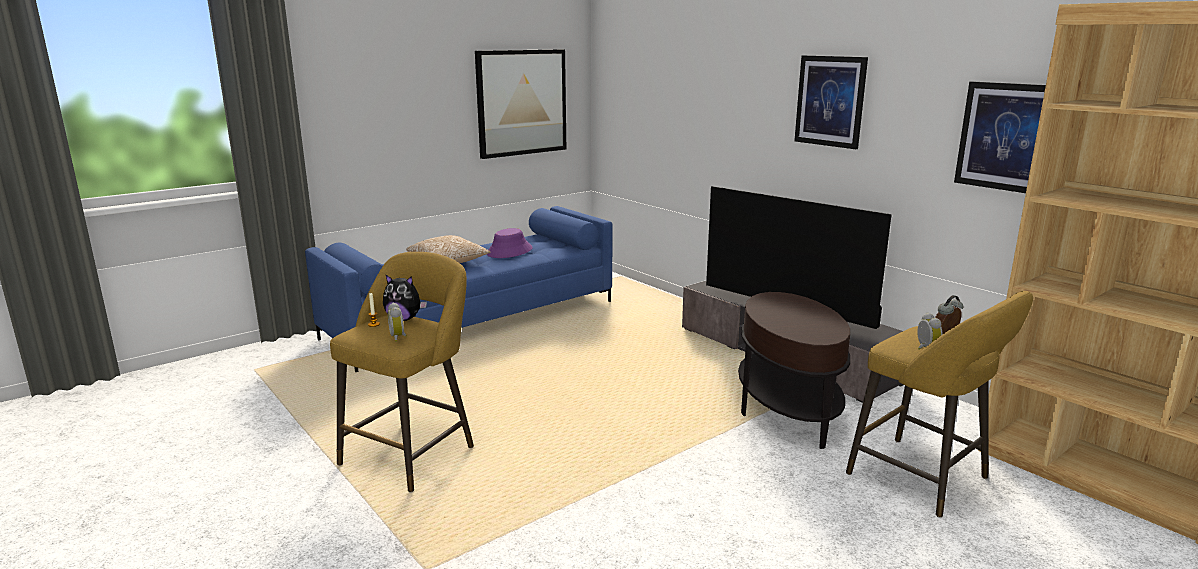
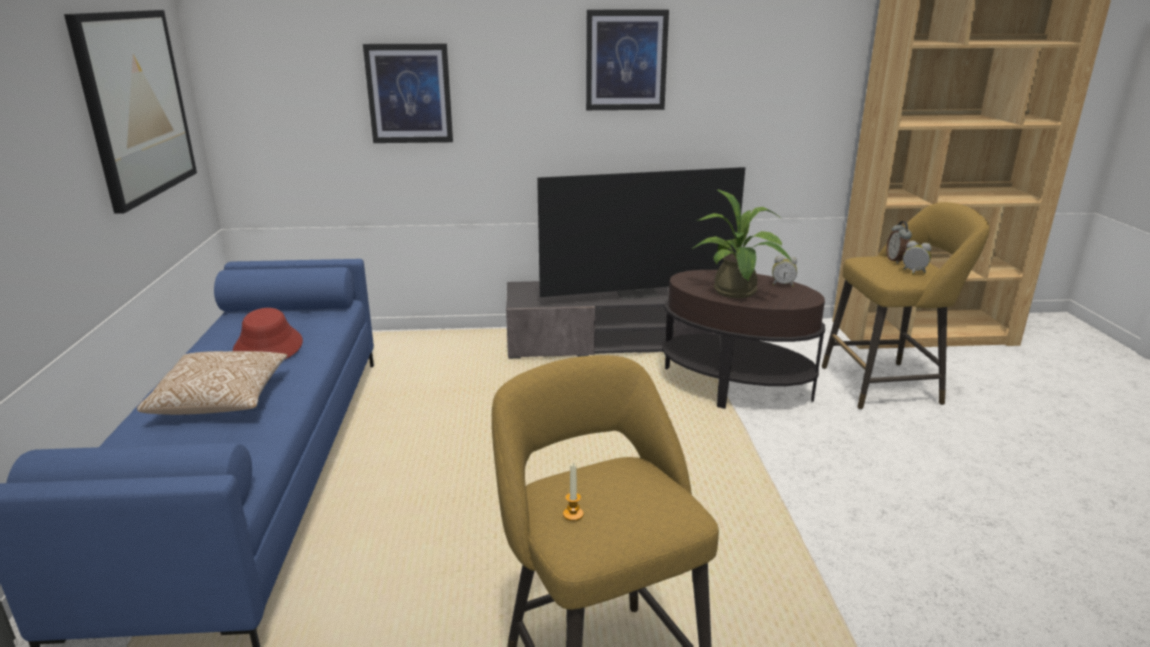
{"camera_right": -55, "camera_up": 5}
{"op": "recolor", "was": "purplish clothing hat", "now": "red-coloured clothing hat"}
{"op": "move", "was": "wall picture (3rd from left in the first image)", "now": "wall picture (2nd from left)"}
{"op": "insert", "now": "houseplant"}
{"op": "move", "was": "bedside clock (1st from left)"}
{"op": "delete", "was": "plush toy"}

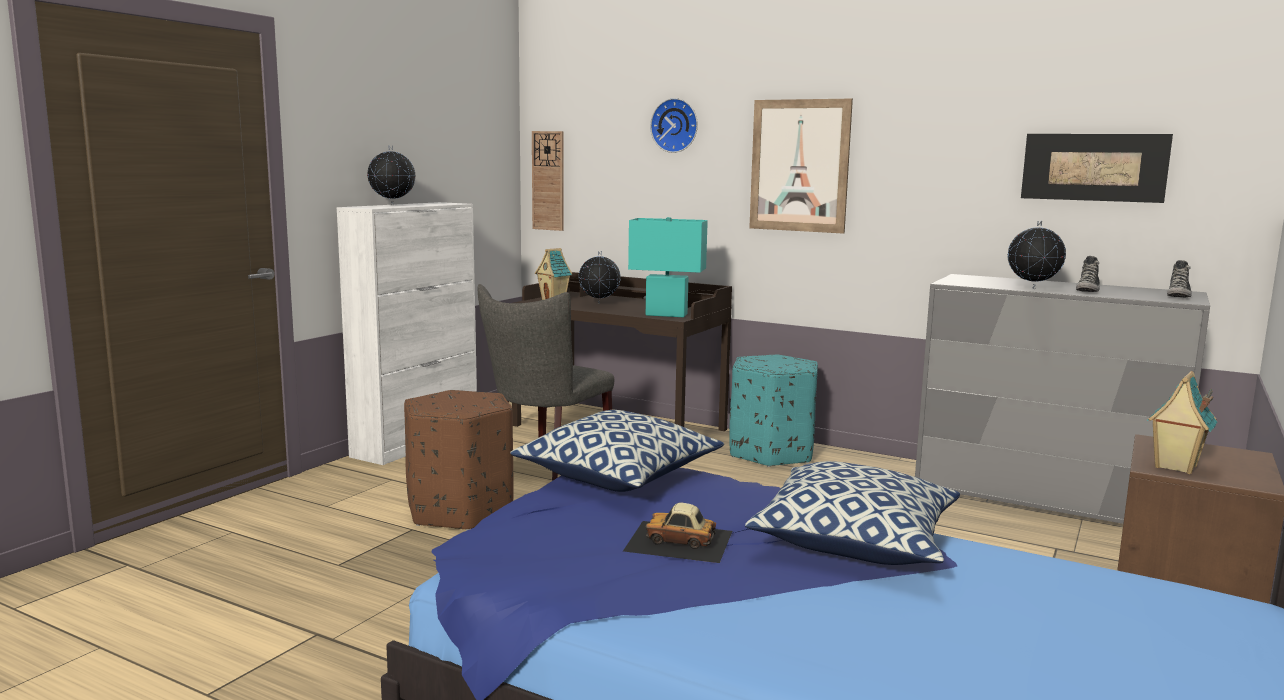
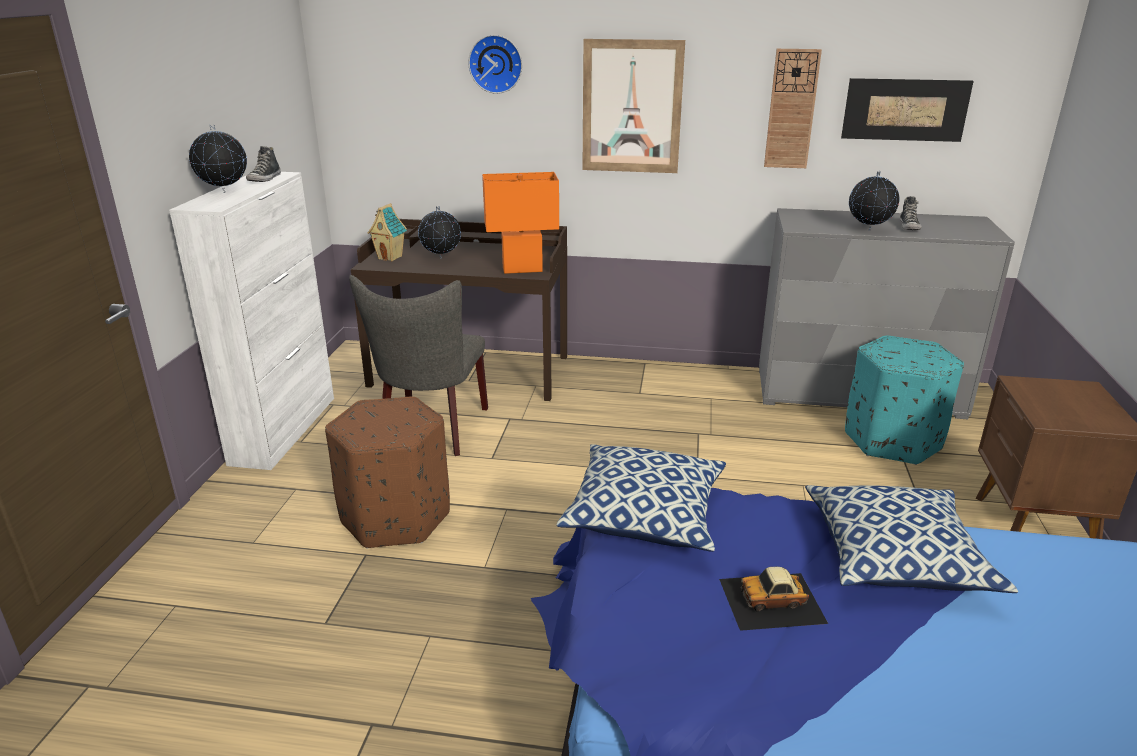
{"camera_right": -20, "camera_up": 15}
{"op": "move", "was": "item of footwear (2nd from left in the first image)", "now": "item of footwear (1st from left)"}
{"op": "recolor", "was": "blue-green lamp for a table", "now": "orange-coloured lamp for a table"}
{"op": "move", "was": "clock on the wall (1st from left in the first image)", "now": "clock on the wall (2nd from left)"}
{"op": "move", "was": "blue-green pouffe"}
{"op": "delete", "was": "model house (2nd from left)"}

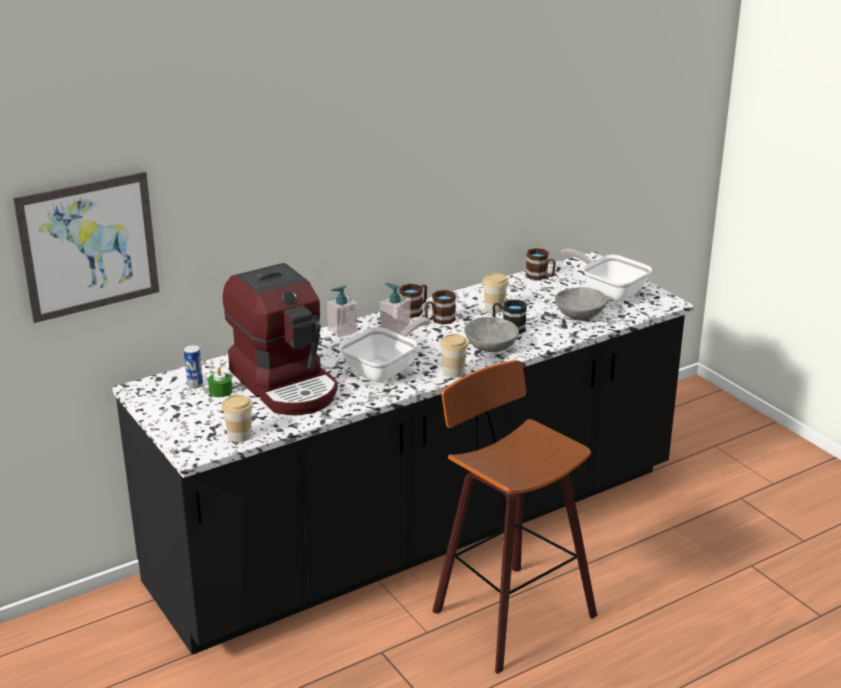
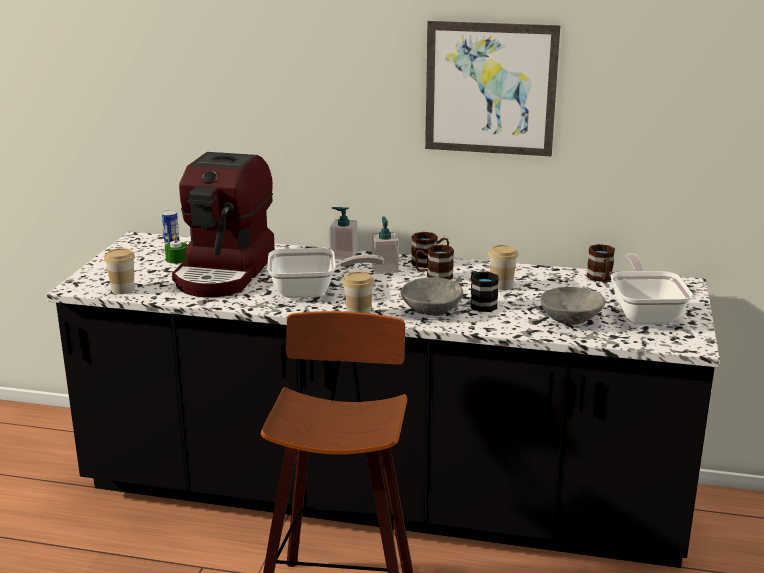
{"camera_right": 45, "camera_up": -5}
{"op": "move", "was": "wall picture"}

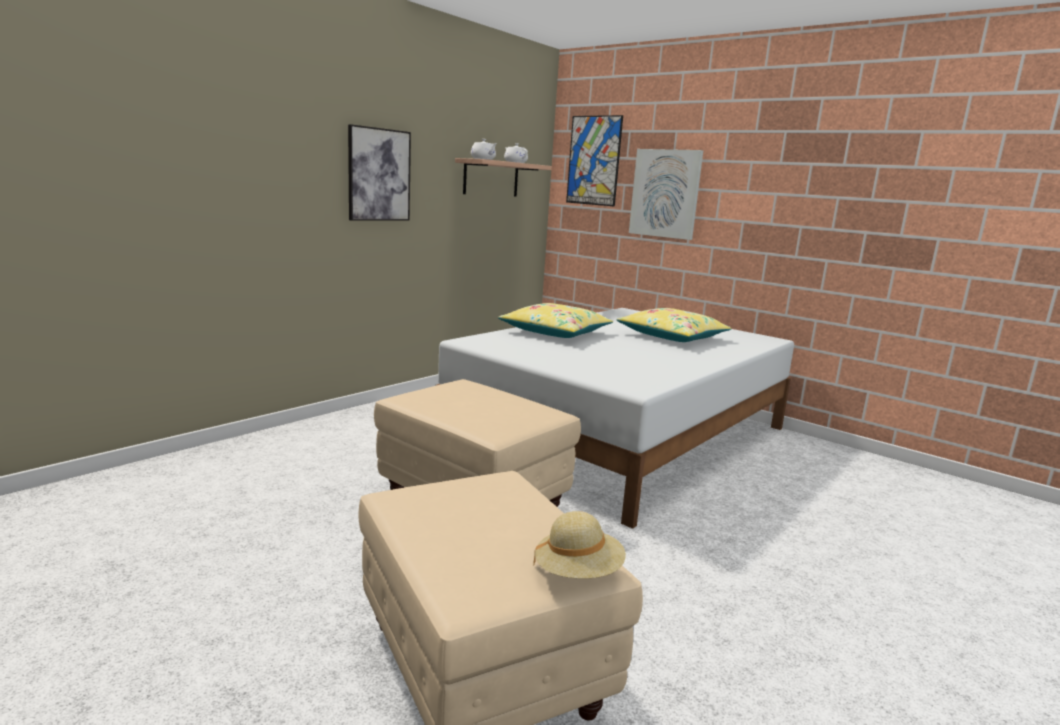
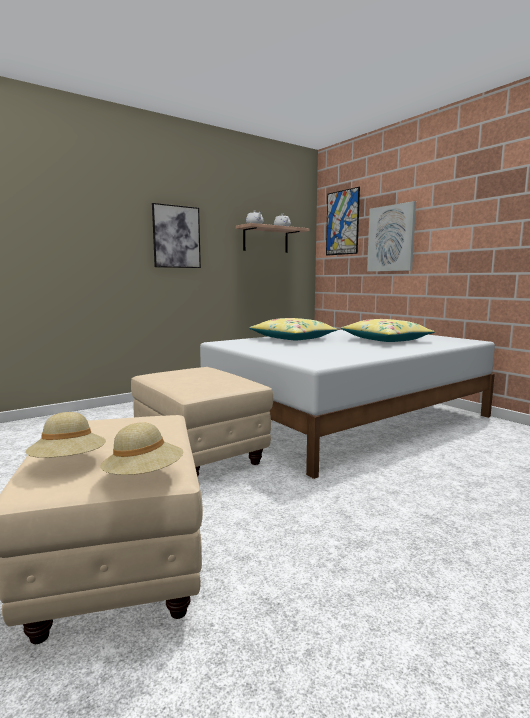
{"camera_right": 15, "camera_up": -5}
{"op": "insert", "now": "beige-coloured clothing hat (1st from left)"}

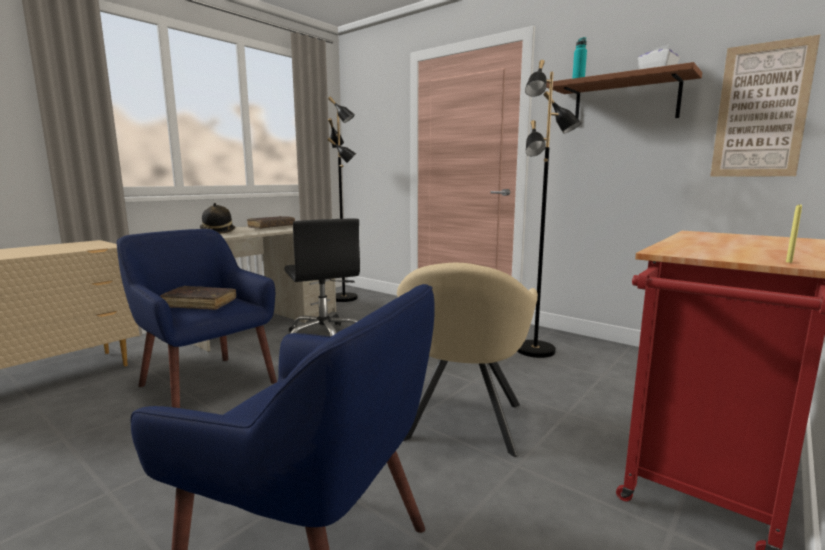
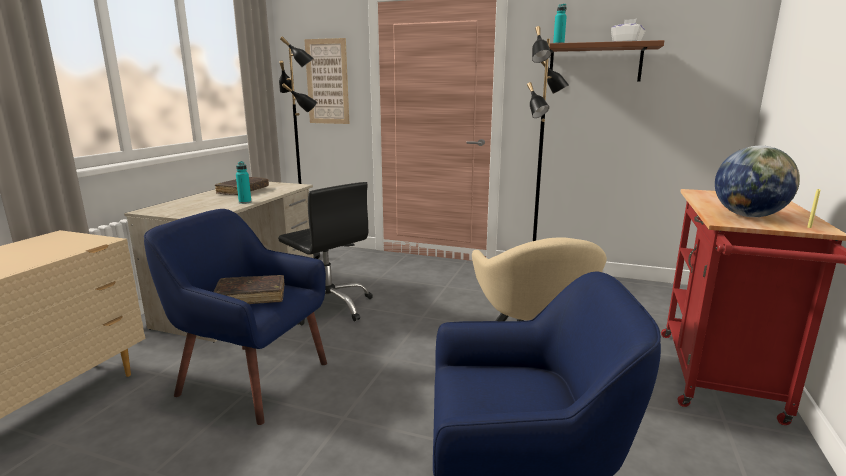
{"camera_right": -20, "camera_up": 5}
{"op": "insert", "now": "blue-green beverage bottle (1st from left)"}
{"op": "move", "was": "wall picture"}
{"op": "insert", "now": "world globe"}
{"op": "delete", "was": "clothing hat"}

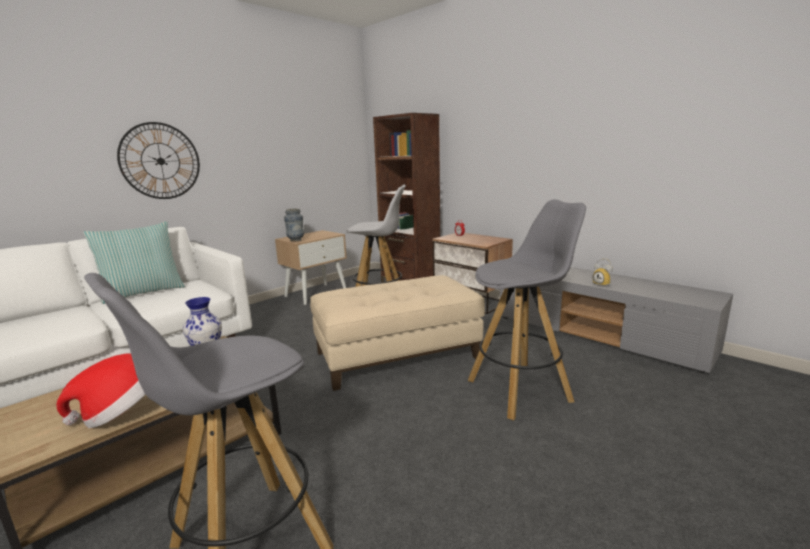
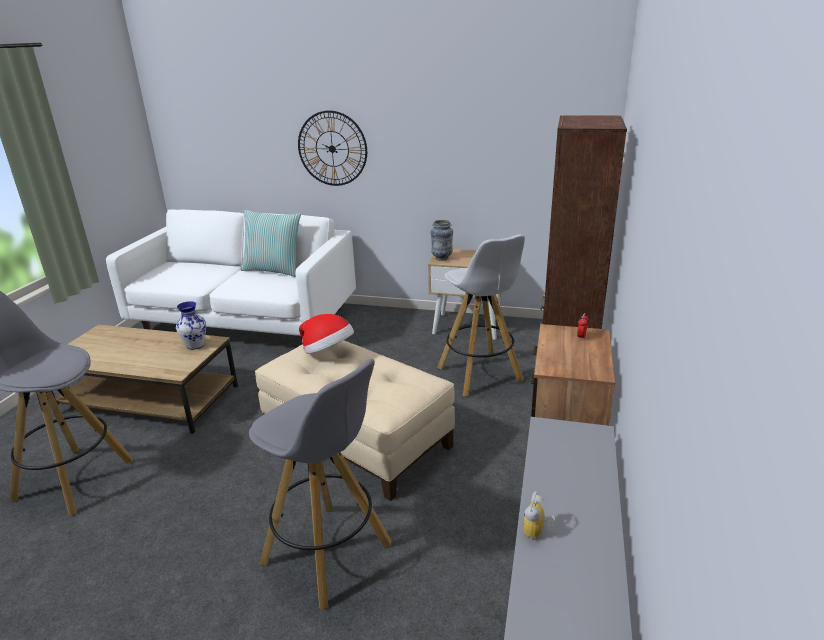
{"camera_right": 60, "camera_up": 10}
{"op": "move", "was": "clothing hat"}

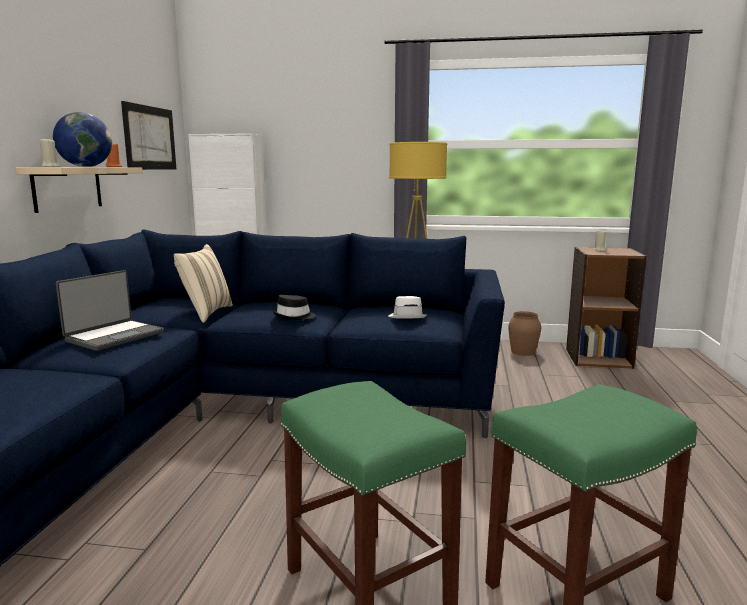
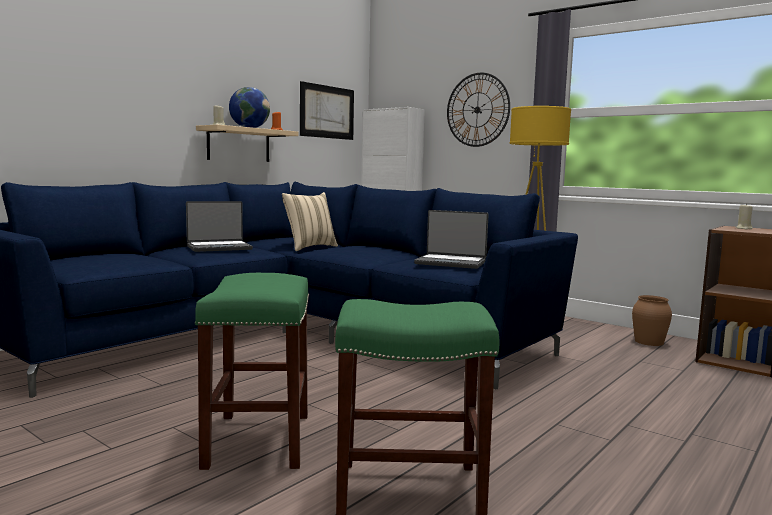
{"camera_right": 30, "camera_up": -5}
{"op": "replace", "was": "white clothing hat", "now": "laptop (2nd from left)"}
{"op": "insert", "now": "clock on the wall"}
{"op": "delete", "was": "blackish clothing hat"}

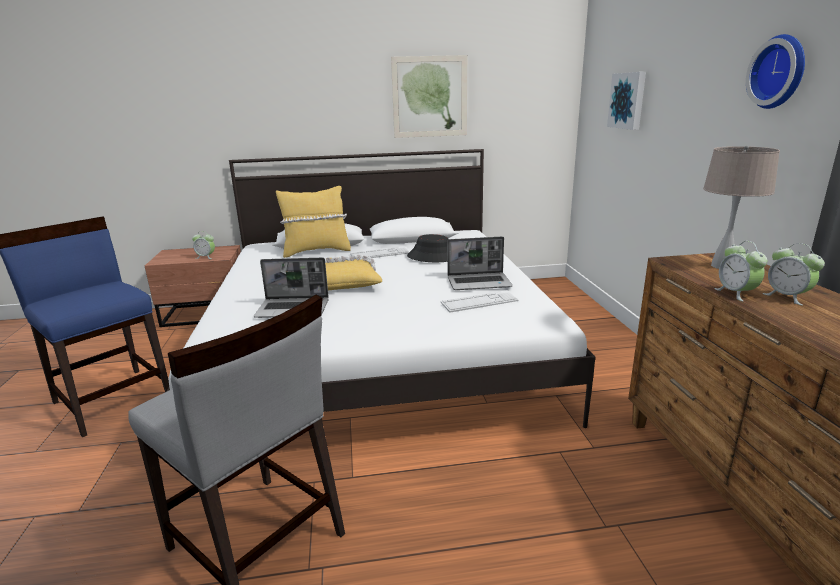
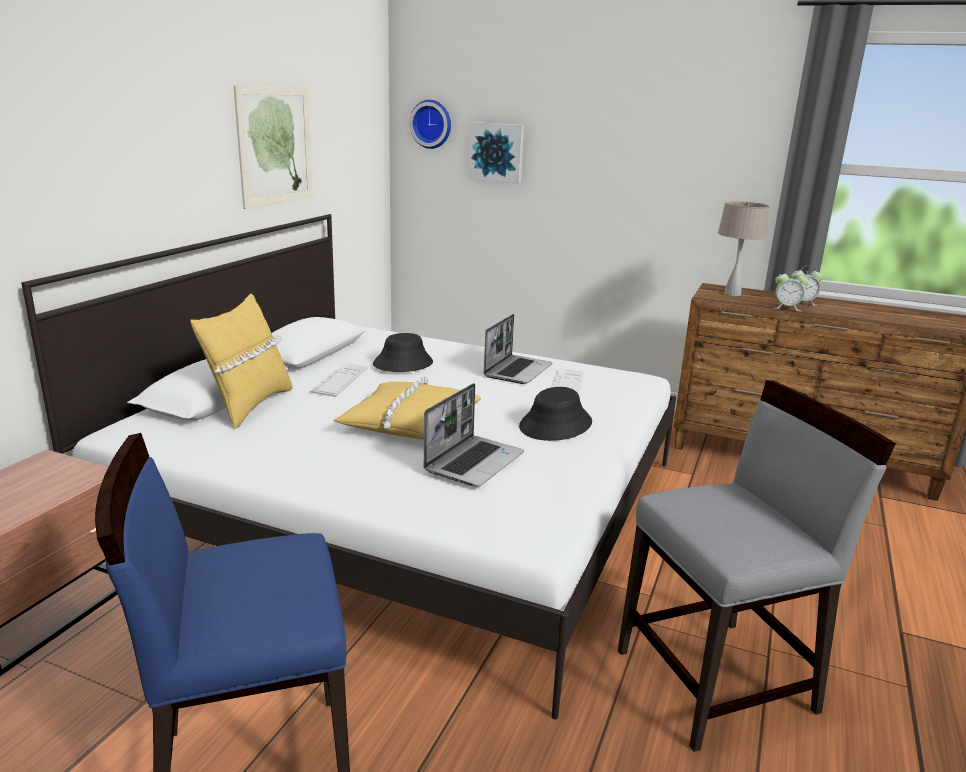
{"camera_right": -60, "camera_up": 0}
{"op": "move", "was": "clock on the wall"}
{"op": "insert", "now": "blackish clothing hat (2nd from left)"}
{"op": "delete", "was": "bedside clock (1st from left)"}

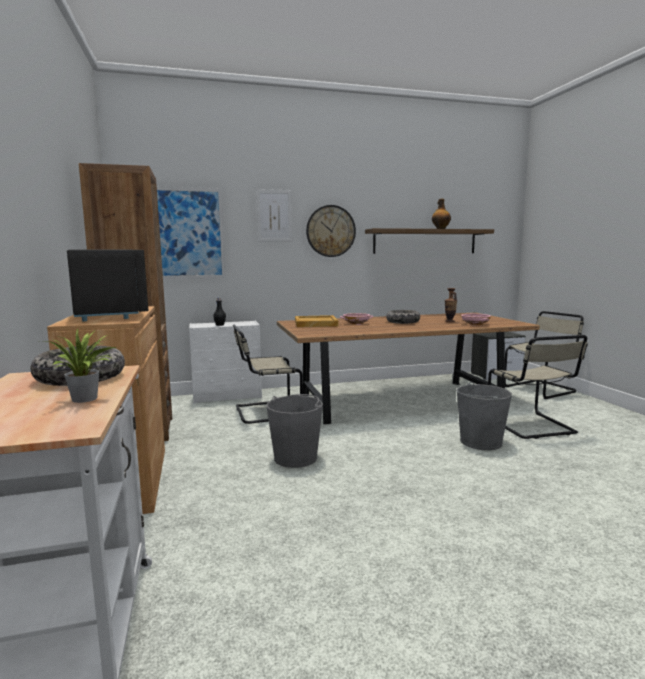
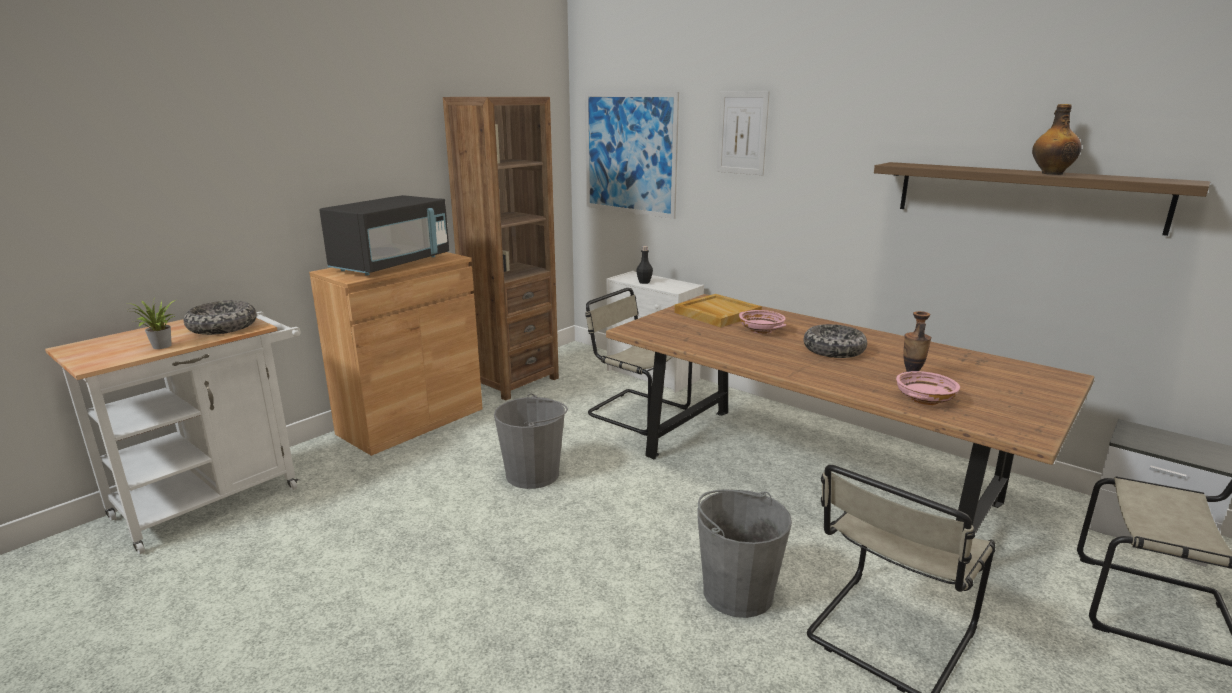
{"camera_right": 55, "camera_up": 10}
{"op": "delete", "was": "clock on the wall"}

